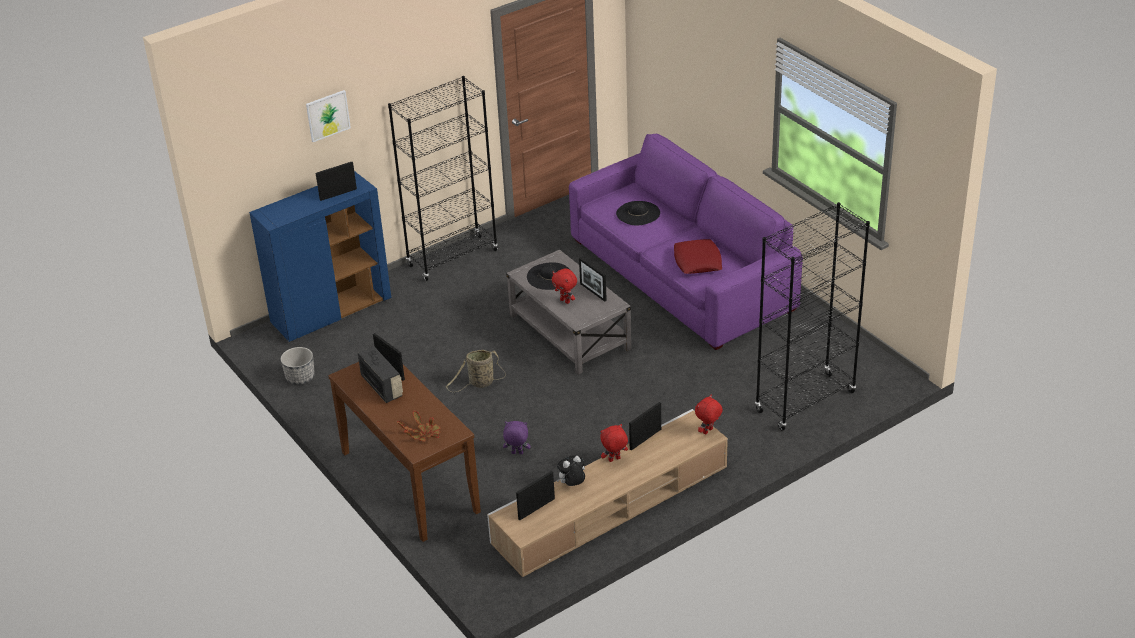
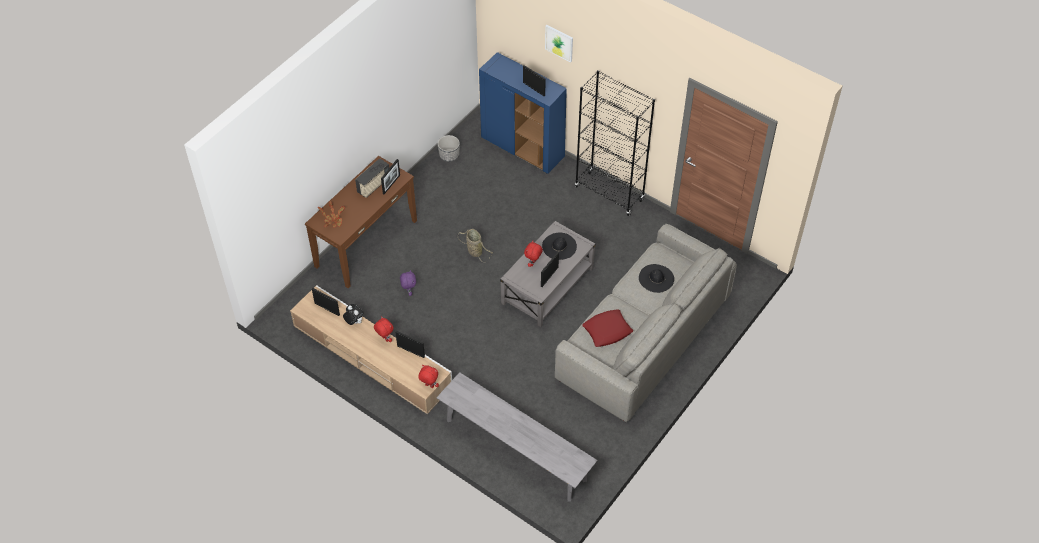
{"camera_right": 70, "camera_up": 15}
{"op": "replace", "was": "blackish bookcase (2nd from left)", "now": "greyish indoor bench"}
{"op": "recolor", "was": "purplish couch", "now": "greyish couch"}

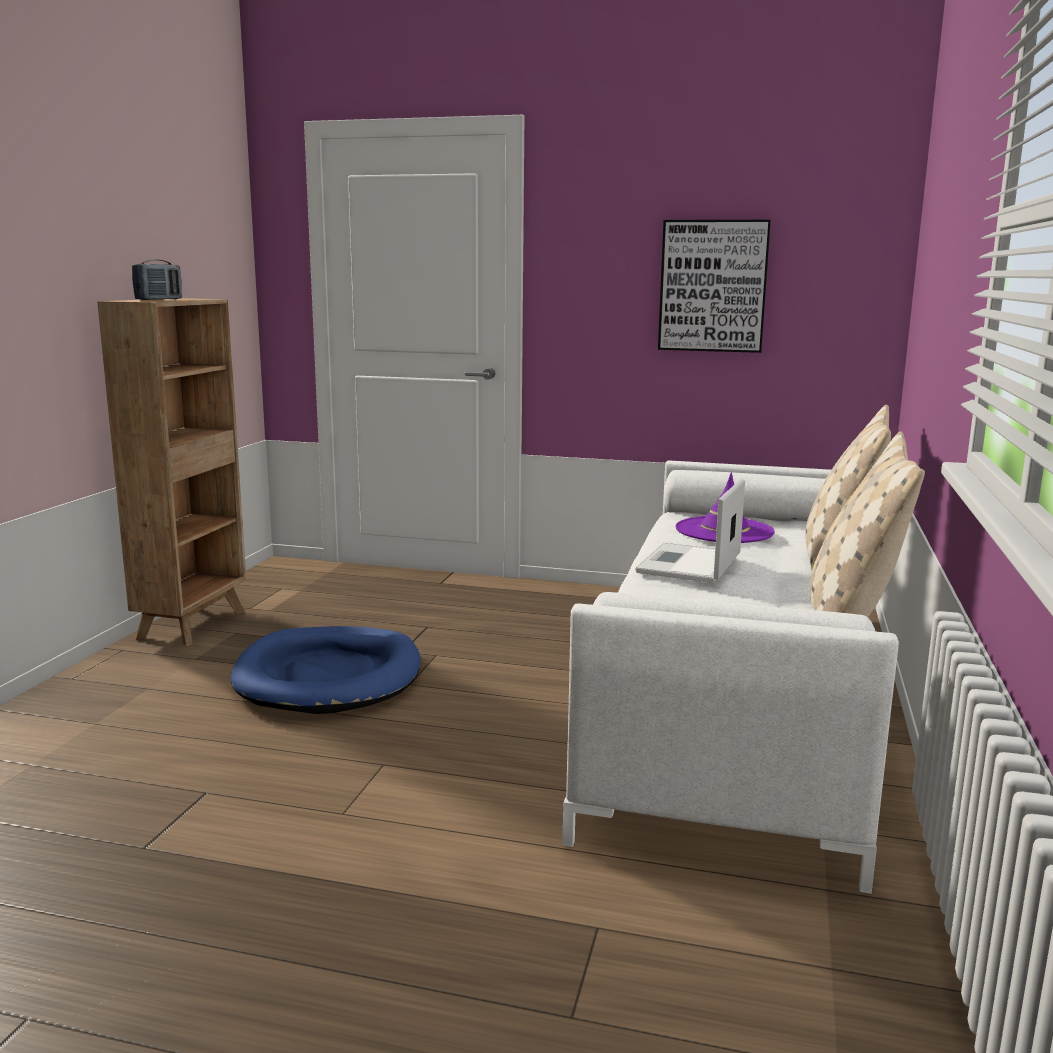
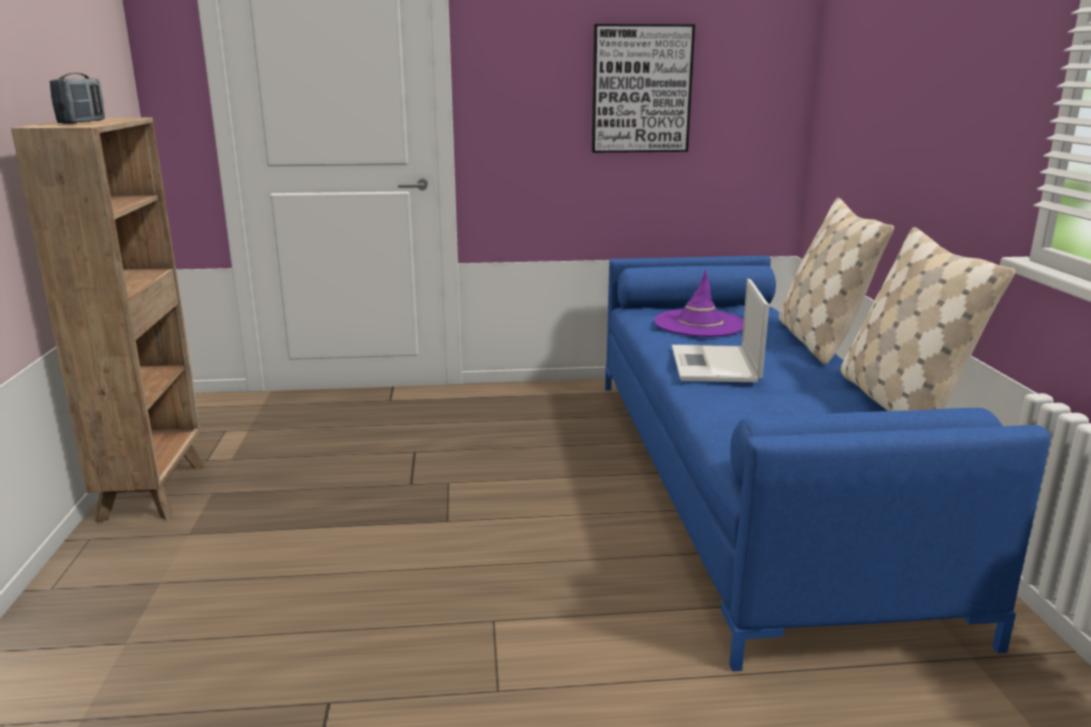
{"camera_right": -20, "camera_up": 5}
{"op": "recolor", "was": "white couch", "now": "bluish couch"}
{"op": "delete", "was": "bluish dog cushion"}

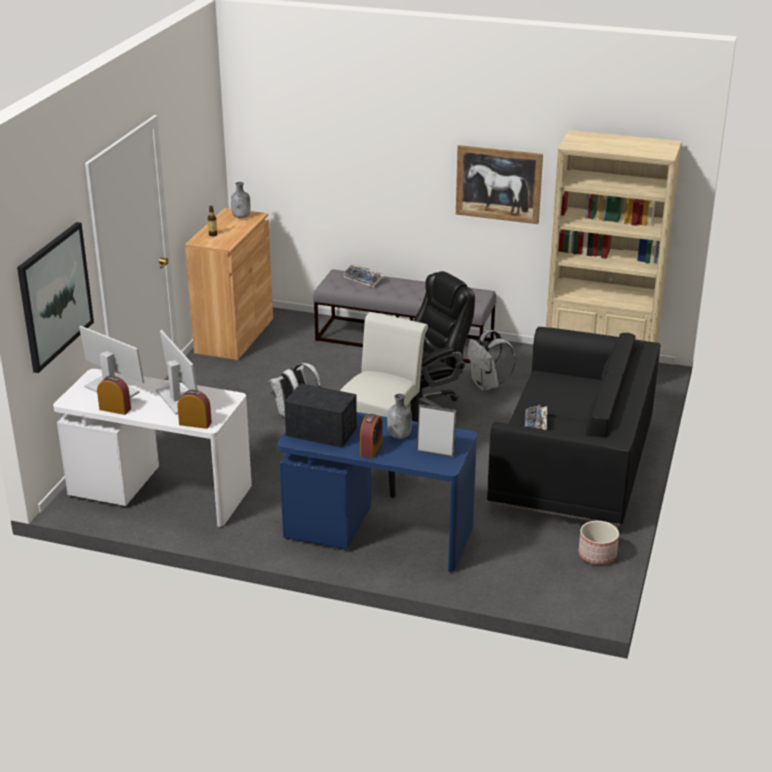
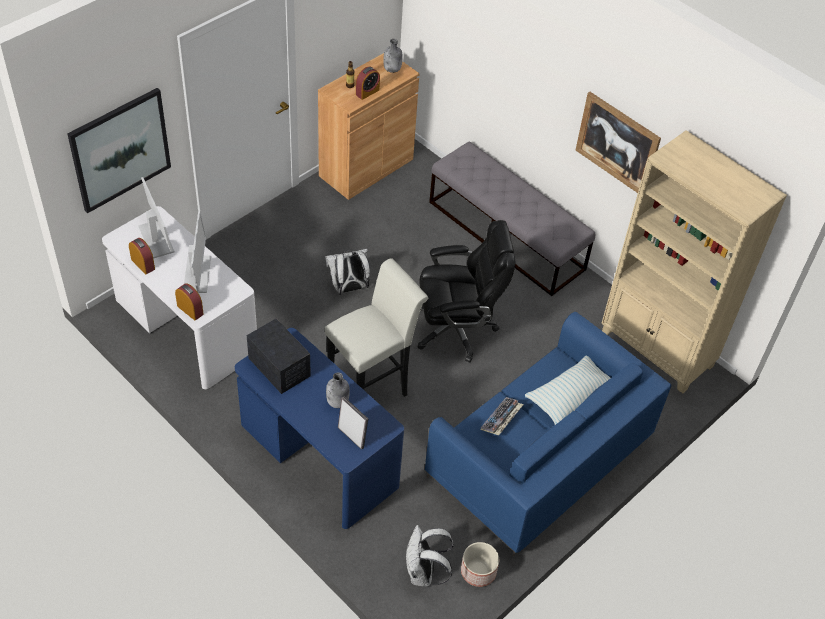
{"camera_right": 25, "camera_up": 20}
{"op": "move", "was": "bedside clock (3rd from left)"}
{"op": "move", "was": "white backpack (2nd from left)"}
{"op": "recolor", "was": "blackish couch", "now": "bluish couch"}
{"op": "insert", "now": "throw pillow"}
{"op": "delete", "was": "keyboard (1st from left)"}

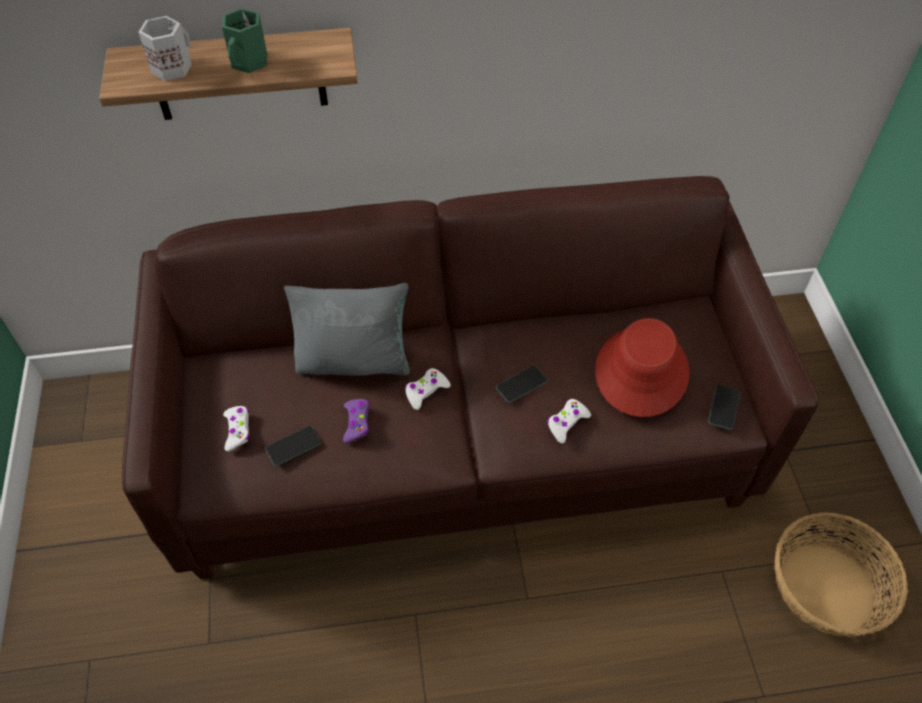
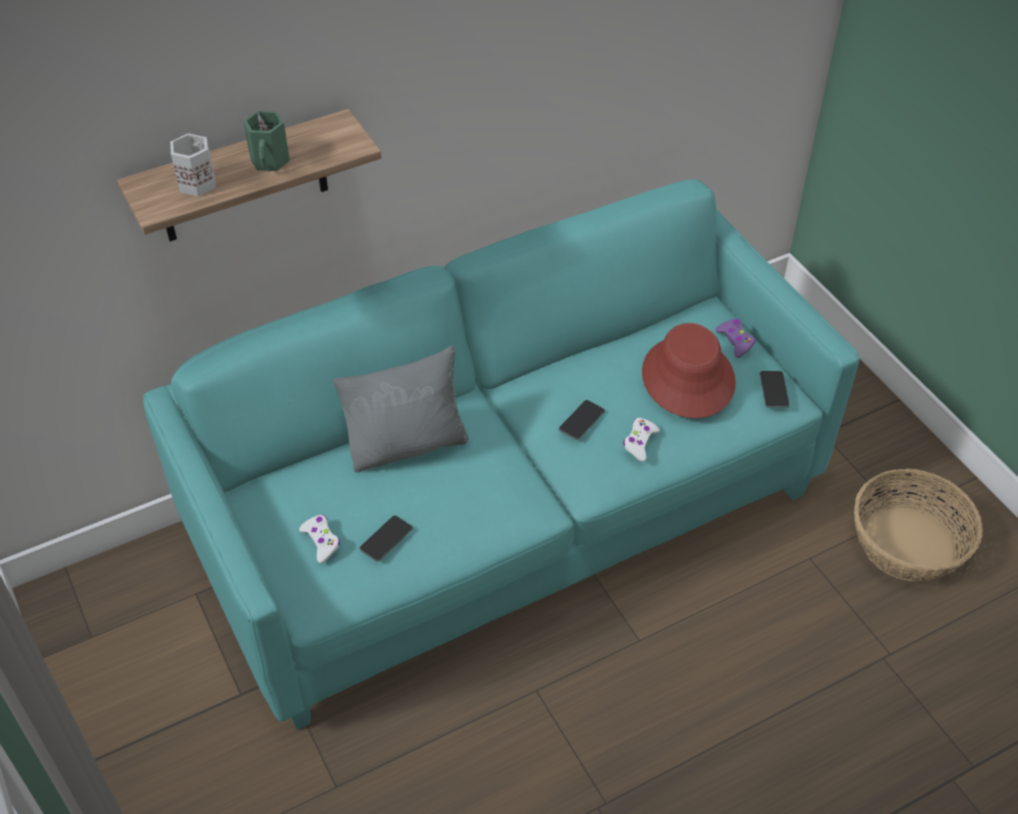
{"camera_right": -20, "camera_up": -5}
{"op": "recolor", "was": "brownish couch", "now": "blue-green couch"}
{"op": "move", "was": "purplish joypad"}
{"op": "delete", "was": "white joypad (2nd from left)"}

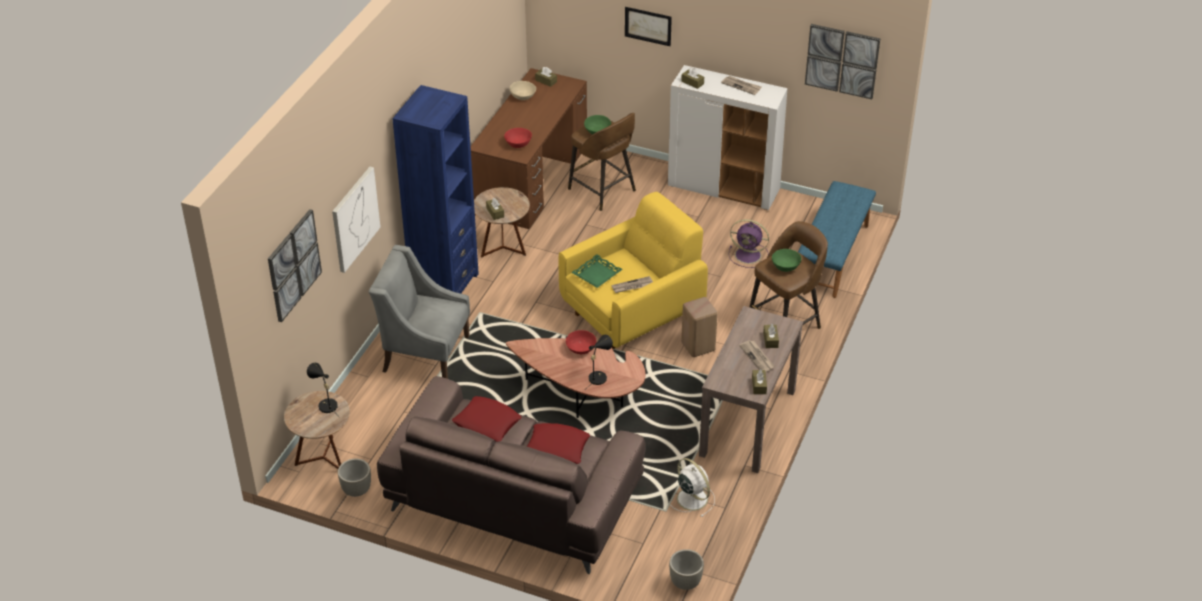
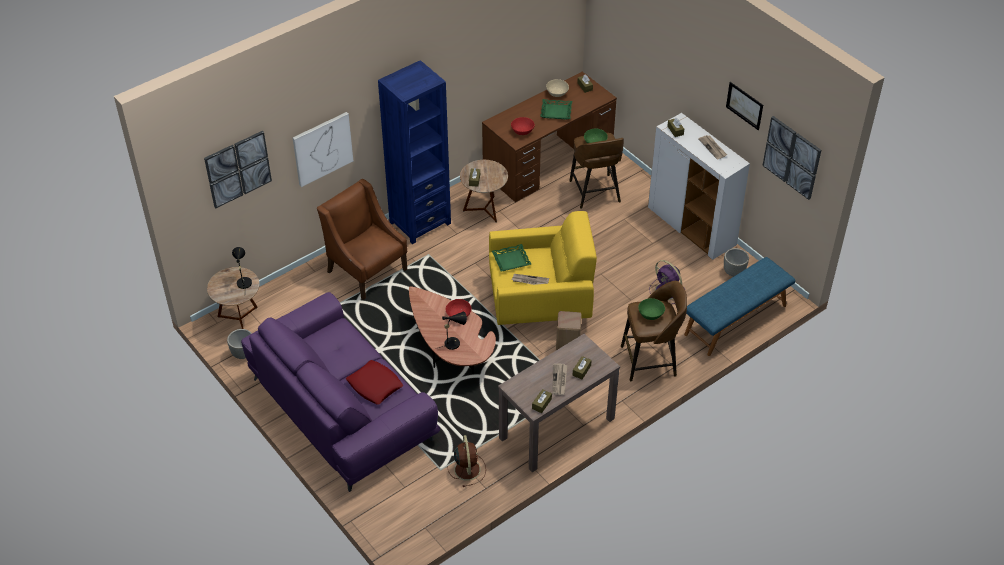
{"camera_right": 30, "camera_up": 5}
{"op": "recolor", "was": "brownish couch", "now": "purplish couch"}
{"op": "recolor", "was": "greyish armchair", "now": "brownish armchair"}
{"op": "recolor", "was": "white cooling fan", "now": "brownish cooling fan"}
{"op": "insert", "now": "green tray (2nd from left)"}
{"op": "move", "was": "greyish plant pot (2nd from left)"}
{"op": "move", "was": "wall picture (3rd from left)"}
{"op": "delete", "was": "red-coloured throw pillow (1st from left)"}

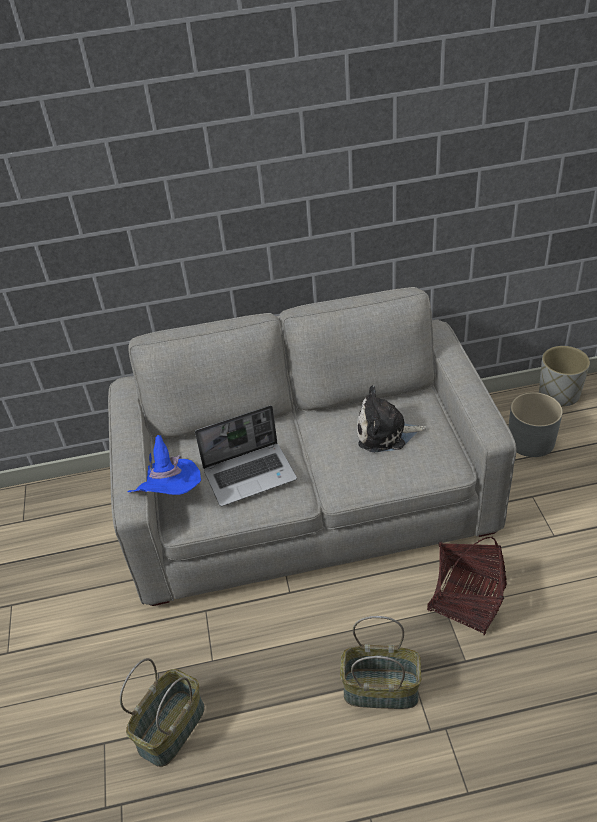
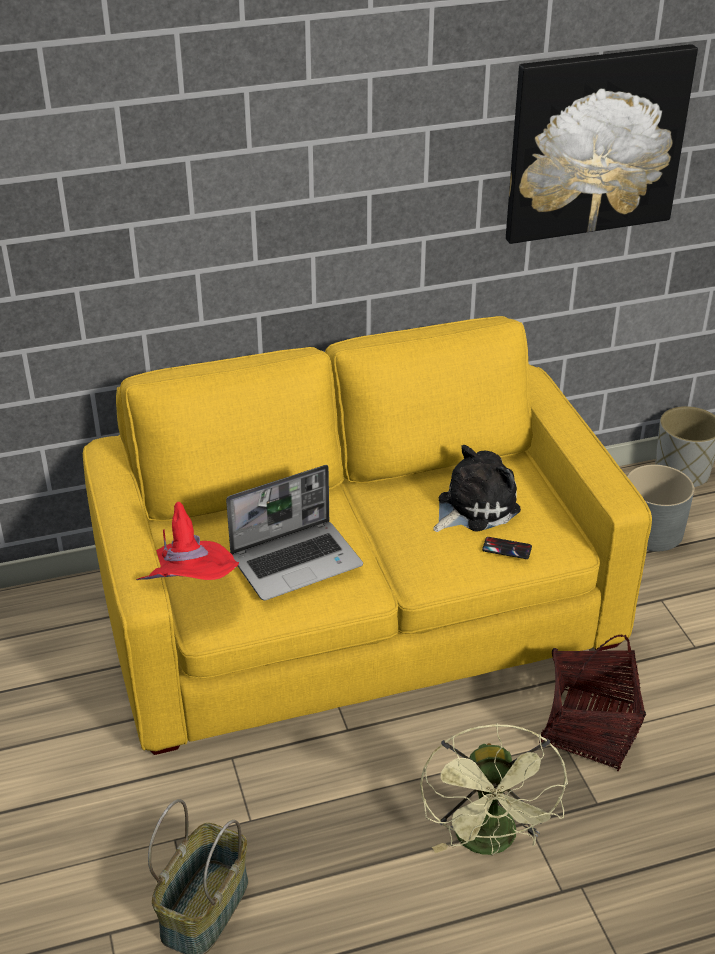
{"camera_right": -10, "camera_up": -5}
{"op": "recolor", "was": "greyish couch", "now": "yellowish couch"}
{"op": "recolor", "was": "bluish clothing hat", "now": "red-coloured clothing hat"}
{"op": "replace", "was": "storage basket (2nd from left)", "now": "green cooling fan"}
{"op": "rotate", "was": "plush toy", "clockwise": 150}
{"op": "insert", "now": "telephone"}
{"op": "insert", "now": "wall picture"}

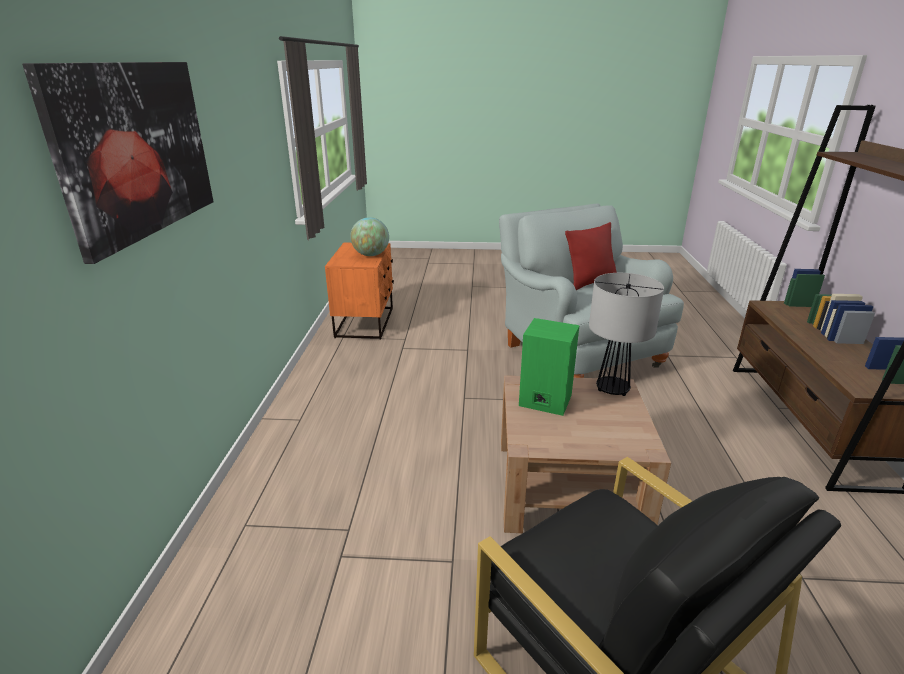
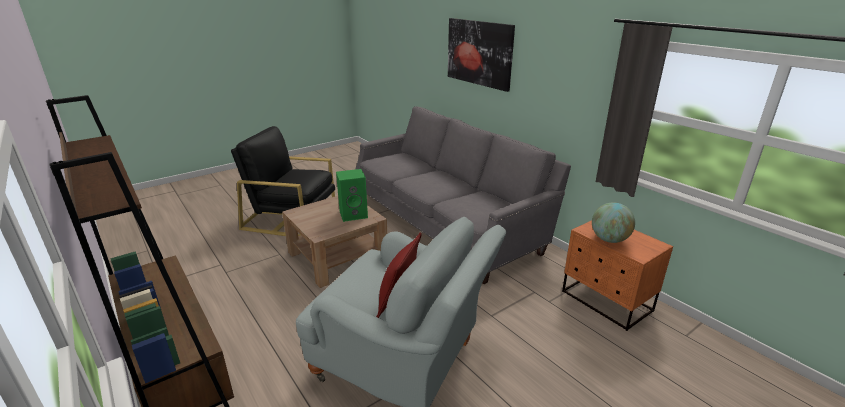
{"camera_right": 140, "camera_up": 0}
{"op": "insert", "now": "greyish couch"}
{"op": "delete", "was": "lamp for a table"}

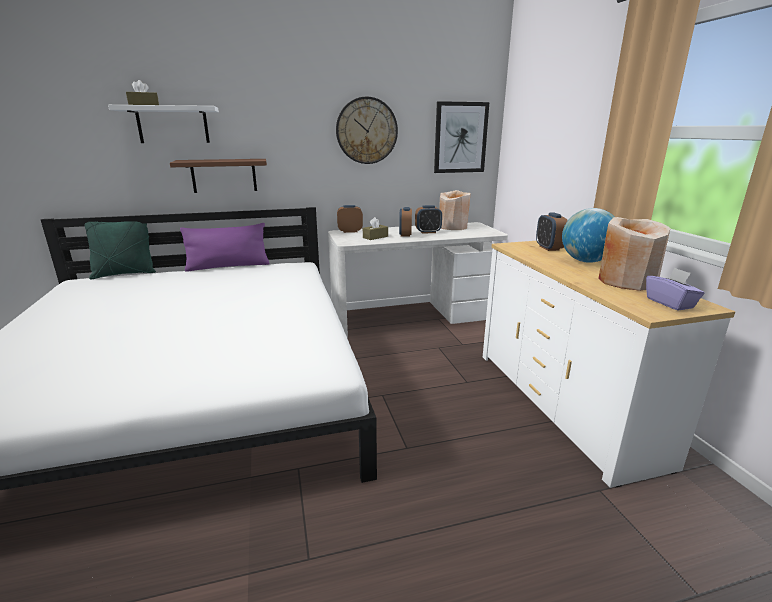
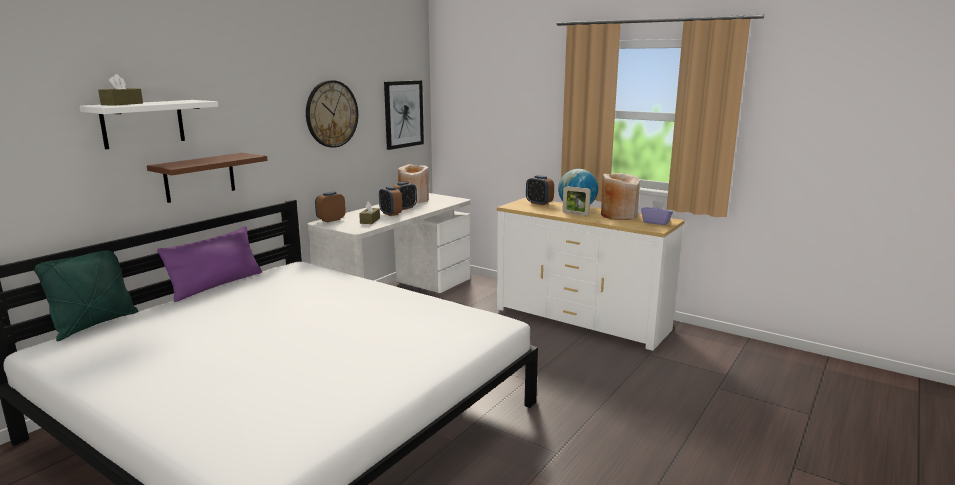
{"camera_right": -40, "camera_up": -5}
{"op": "insert", "now": "picture frame"}

